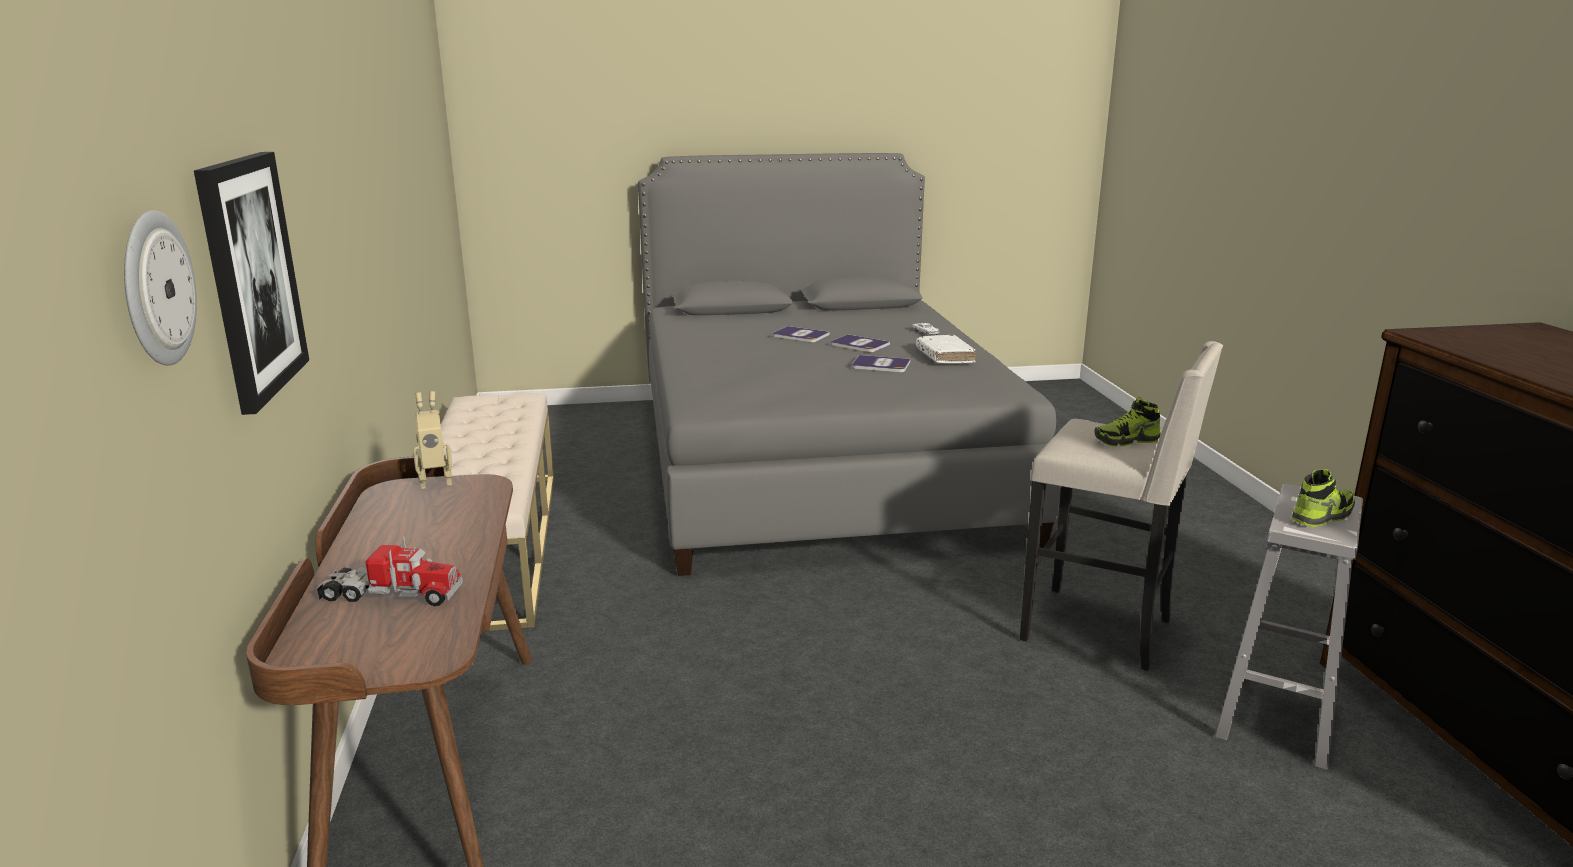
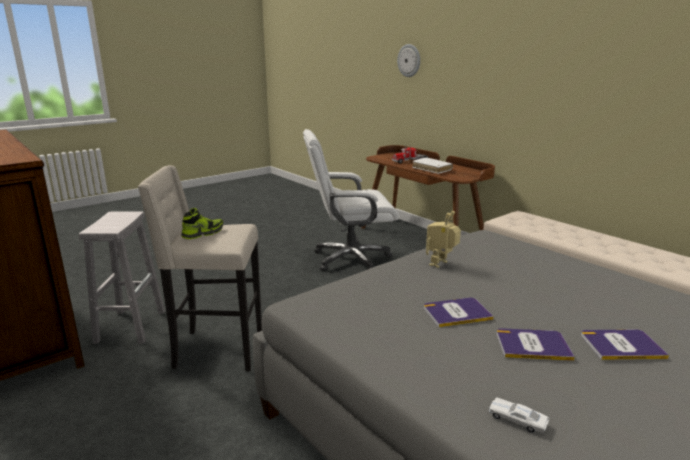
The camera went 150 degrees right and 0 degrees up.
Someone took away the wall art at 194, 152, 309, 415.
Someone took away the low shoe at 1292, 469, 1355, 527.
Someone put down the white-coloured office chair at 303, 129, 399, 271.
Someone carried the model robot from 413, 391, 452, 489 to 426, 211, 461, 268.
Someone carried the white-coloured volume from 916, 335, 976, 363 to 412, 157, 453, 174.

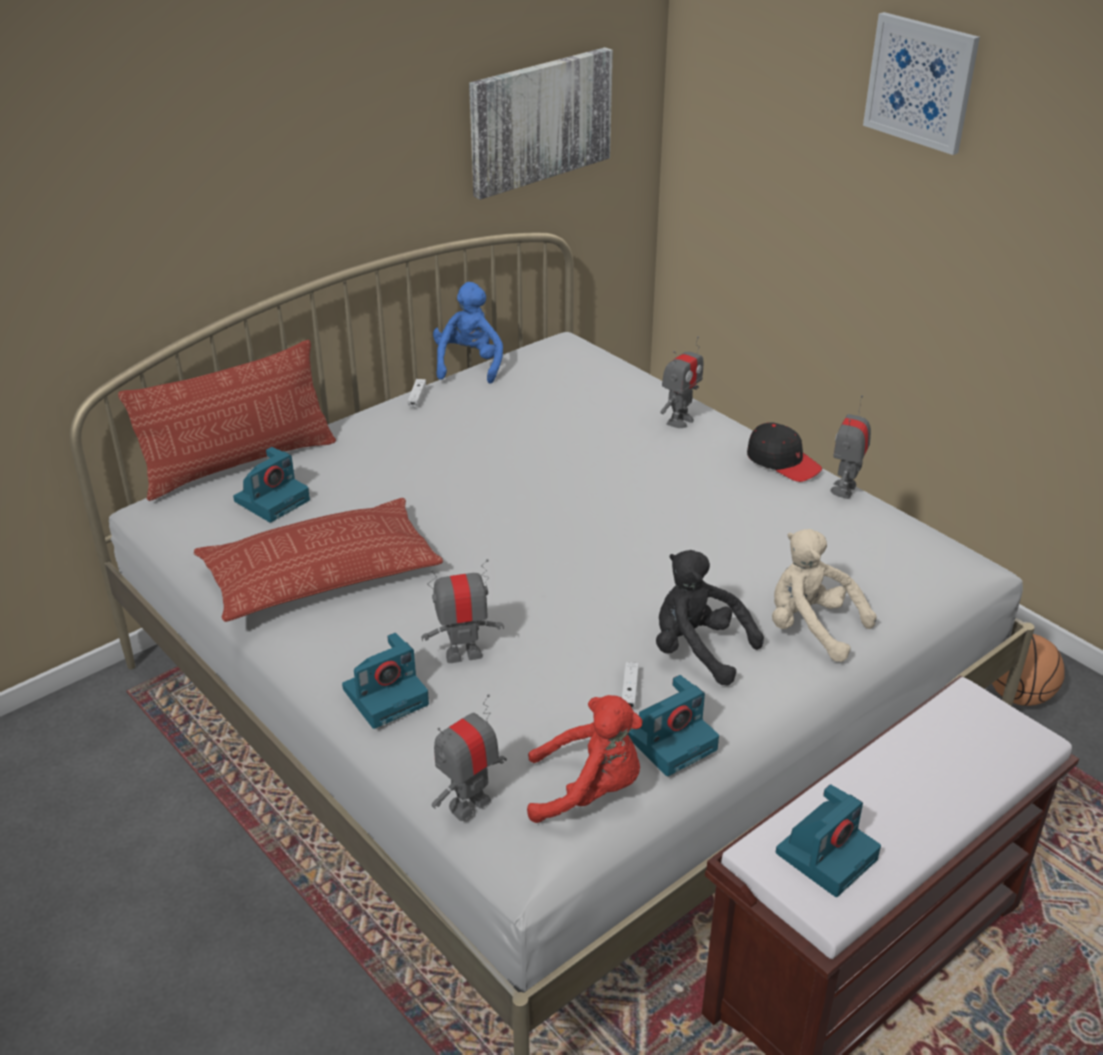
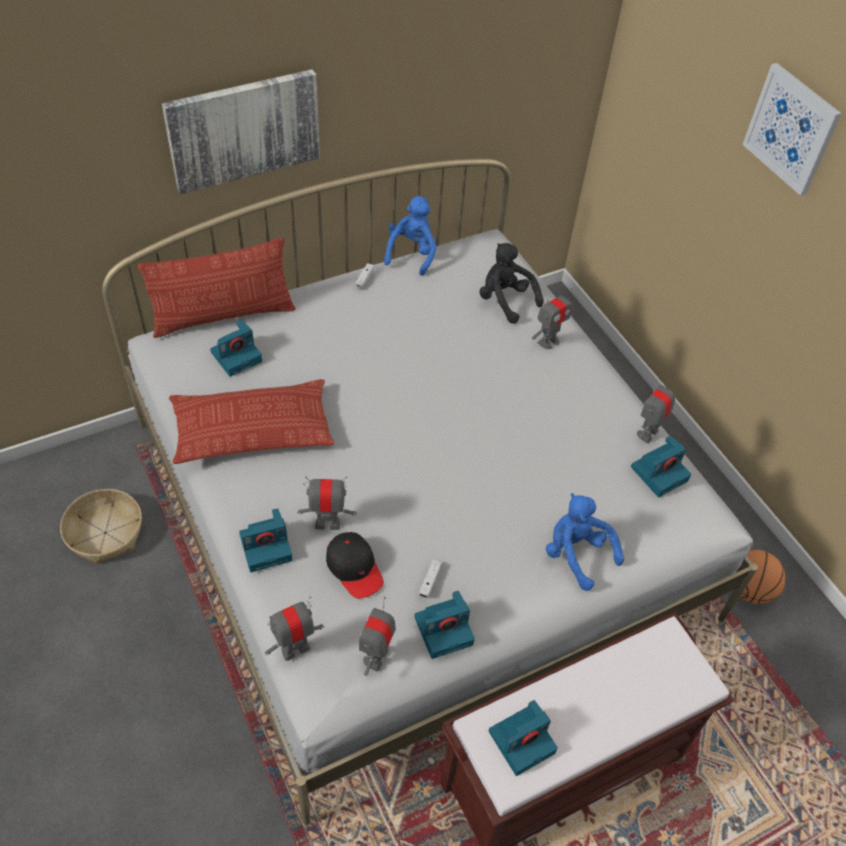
The camera went 10 degrees right and 15 degrees up.
Someone put down the household basket at 60, 489, 142, 564.
Someone put down the still camera at 631, 436, 691, 497.
Someone carried the wall art from 469, 47, 613, 200 to 162, 69, 320, 194.
Someone carried the black-coloured cuddly toy from 656, 550, 764, 685 to 479, 243, 544, 324.
Someone carried the black-coloured baseball cap from 747, 422, 822, 482 to 326, 532, 384, 599.
Someone swapped the red cuddly toy at 527, 695, 642, 823 for the model robot at 359, 597, 396, 676.
Someone repainted the beige cuddly toy at 772, 529, 877, 662, which became the bluish cuddly toy at 546, 493, 624, 591.

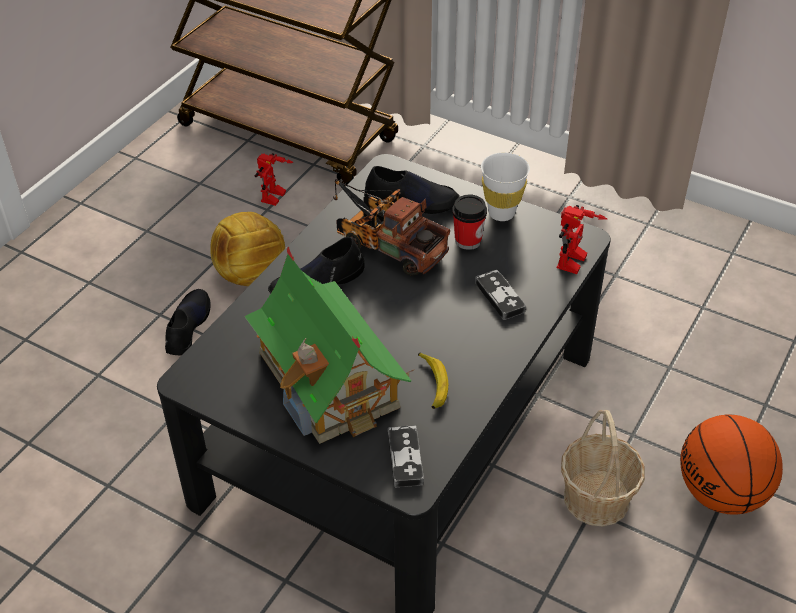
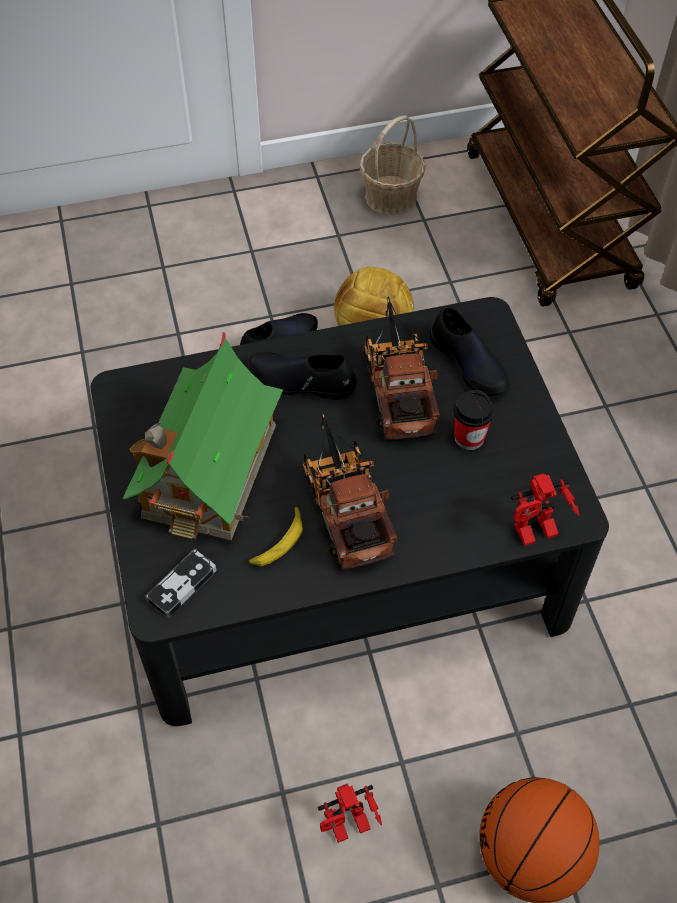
The camera went 45 degrees right and 10 degrees up.
Someone took away the game controller at 475, 270, 526, 320.
Someone took away the white-coloured drinking cup at 481, 152, 530, 221.
Someone put down the toy truck at 303, 411, 397, 569.
Someone carried the model robot from 255, 153, 294, 206 to 318, 783, 382, 843.
Someone carried the household basket from 561, 410, 645, 527 to 359, 115, 426, 215.

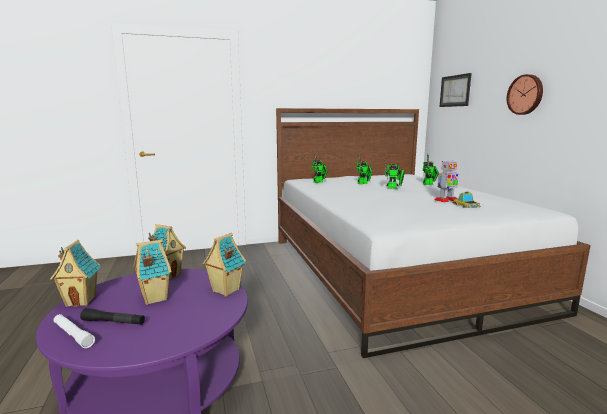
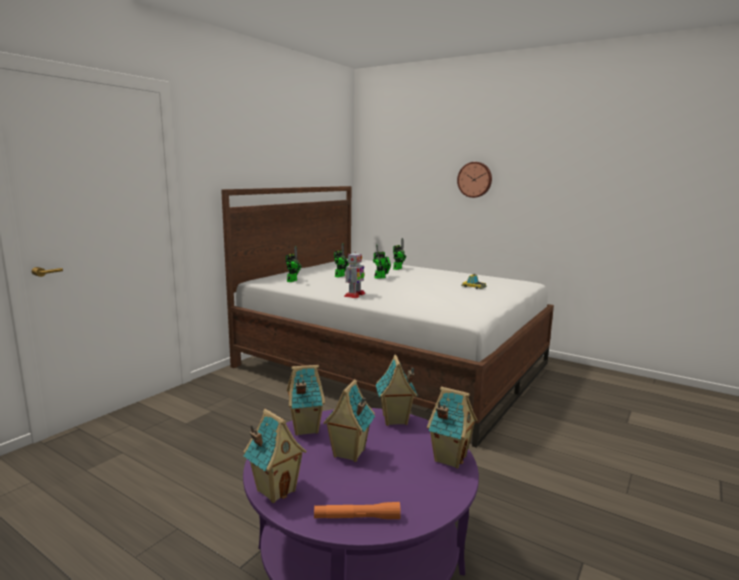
The camera went 40 degrees left and 0 degrees up.
Someone took away the black-coloured hand torch at 80, 308, 145, 325.
Someone took away the wall art at 440, 73, 472, 107.
Someone put down the toy house at 427, 387, 477, 469.
Someone carried the model robot from 435, 160, 459, 202 to 344, 252, 366, 298.
Someone repainted the white-coloured hand torch at 53, 314, 95, 348, which became the orange hand torch at 314, 502, 401, 519.

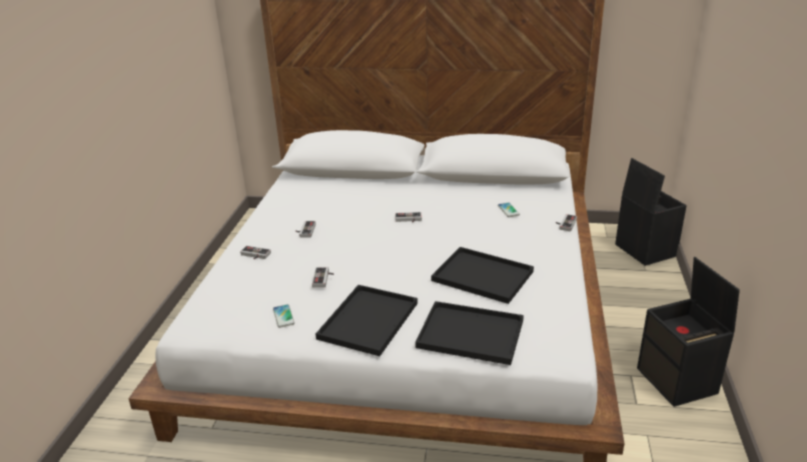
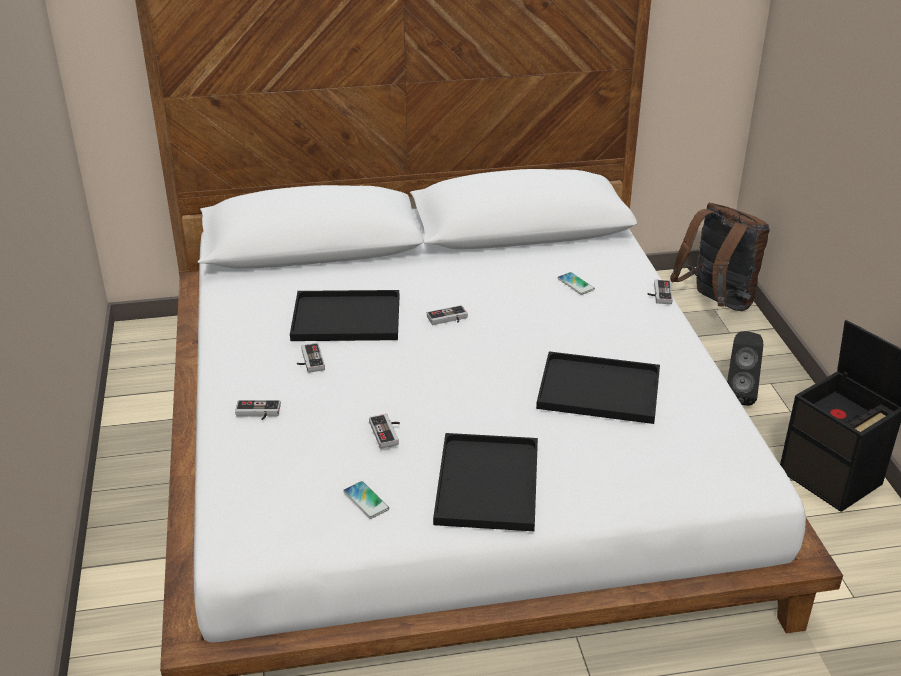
The camera went 20 degrees left and 5 degrees up.
Someone put down the black-coloured audio speaker at 727, 331, 763, 406.
Someone carried the black-coloured carrying tray from 415, 301, 524, 365 to 290, 290, 399, 341.
Someone swapped the black-coloured storage bin at 615, 158, 687, 266 for the brown-coloured rucksack at 670, 203, 770, 311.

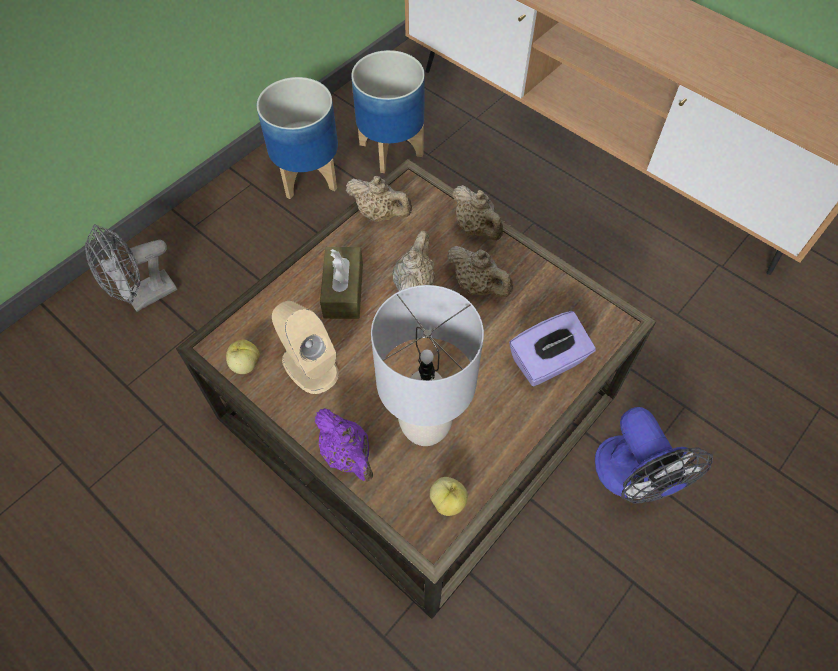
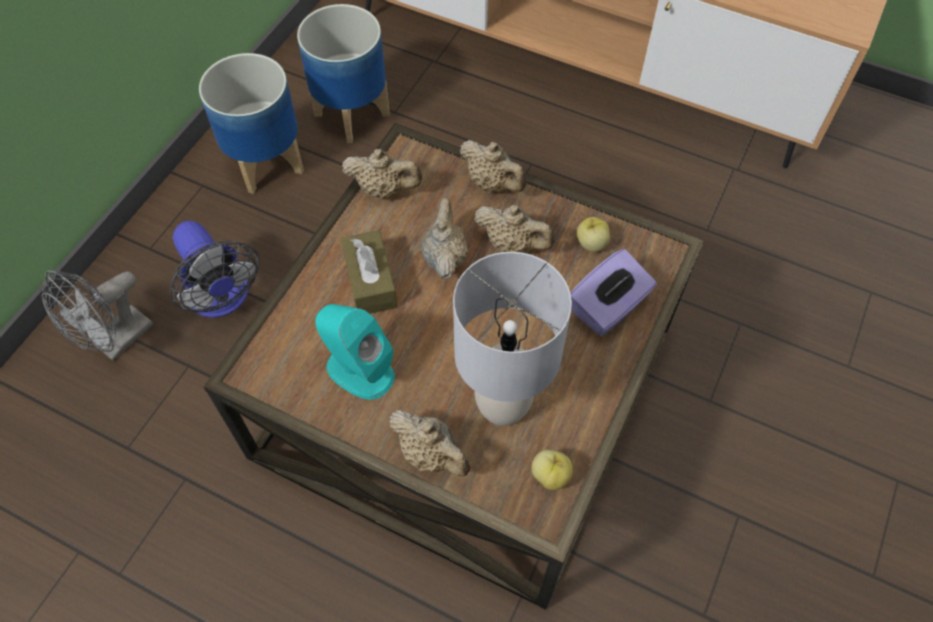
The camera went 15 degrees left and 0 degrees up.
Someone carried the apple from 226, 340, 260, 374 to 577, 217, 610, 252.
Someone carried the cooling fan from 595, 407, 713, 504 to 170, 221, 260, 318.
Someone repainted the beige audio speaker at 272, 301, 339, 394, which became the blue-green audio speaker at 315, 304, 395, 400.
Someone repainted the purple teapot at 315, 408, 373, 482, which became the beige teapot at 389, 410, 470, 476.

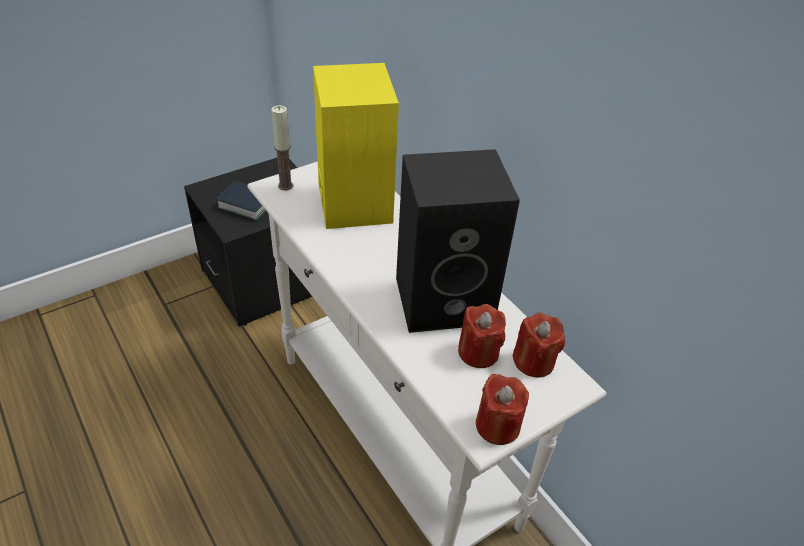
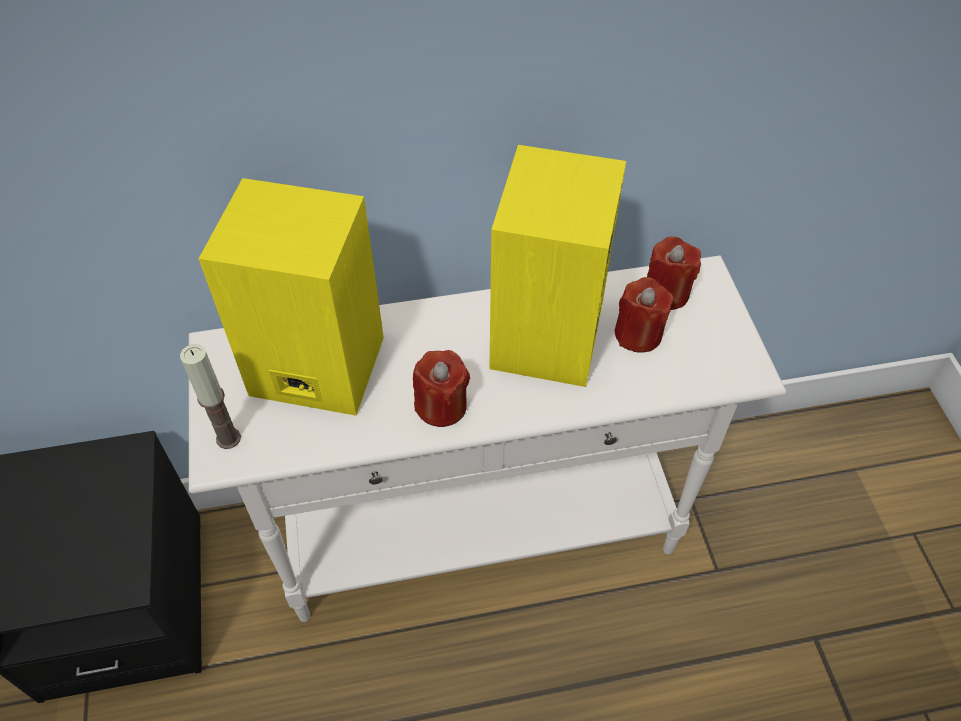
The camera went 65 degrees left and 10 degrees up.
Someone took away the volume at 216, 181, 267, 221.
Someone carried the red candle from 476, 374, 529, 445 to 413, 350, 470, 427.
Someone repainted the black-coloured audio speaker at 396, 149, 520, 333, which became the yellow-coloured audio speaker at 489, 145, 626, 387.

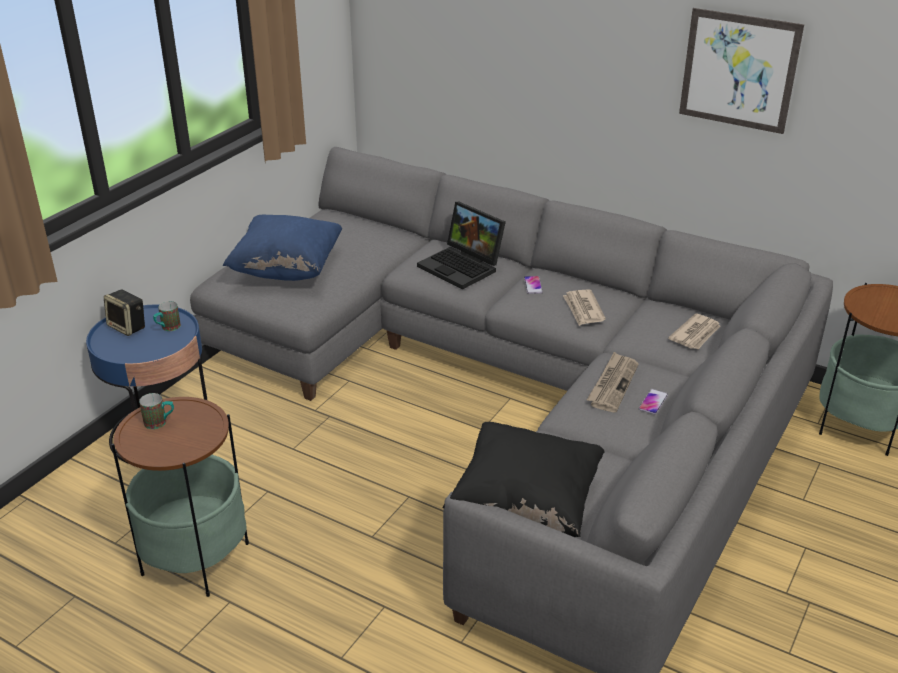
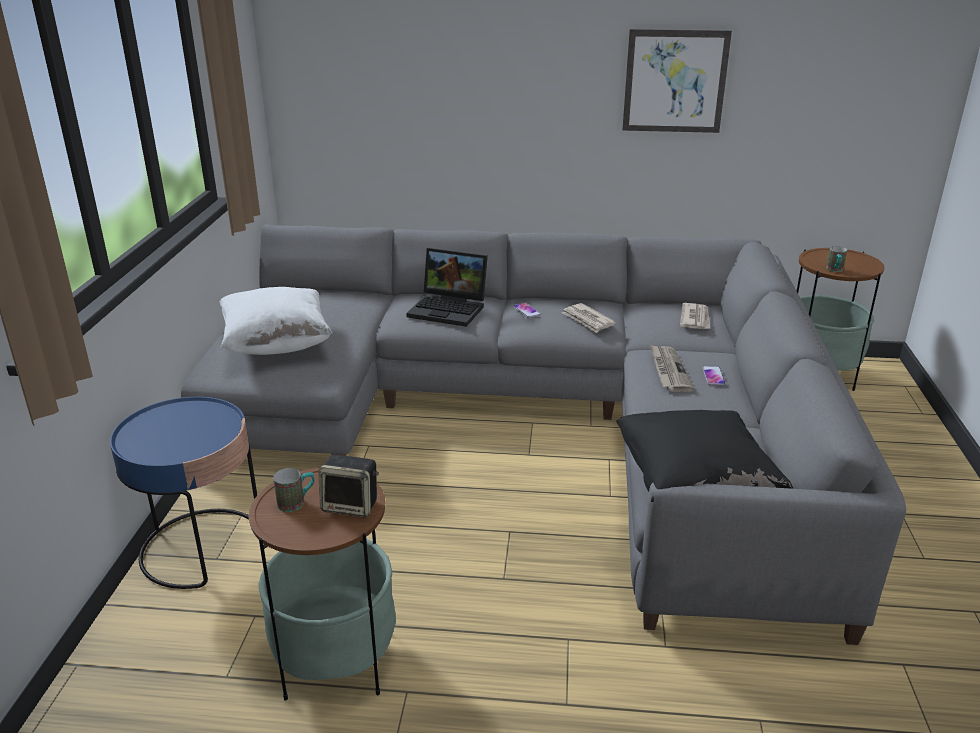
The camera went 25 degrees left and 5 degrees down.
Someone carried the audio speaker from 104, 290, 145, 336 to 318, 454, 379, 517.
Someone carried the coffee mug from 153, 301, 181, 331 to 826, 246, 847, 272.
Someone repainted the bluish cushion at 223, 215, 342, 281, which became the white-coloured cushion at 220, 287, 332, 355.

